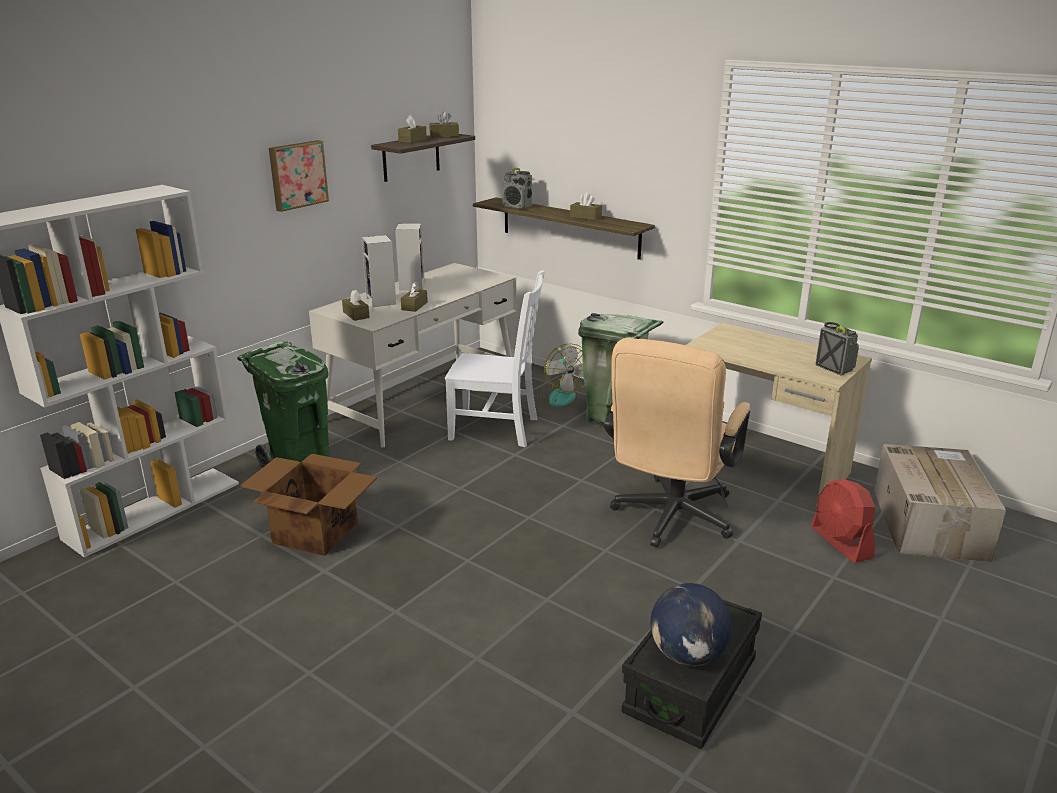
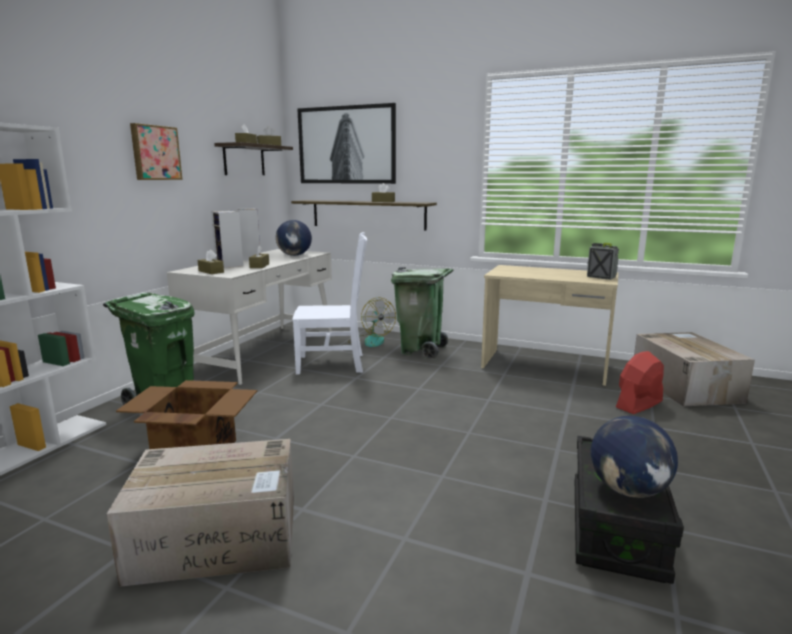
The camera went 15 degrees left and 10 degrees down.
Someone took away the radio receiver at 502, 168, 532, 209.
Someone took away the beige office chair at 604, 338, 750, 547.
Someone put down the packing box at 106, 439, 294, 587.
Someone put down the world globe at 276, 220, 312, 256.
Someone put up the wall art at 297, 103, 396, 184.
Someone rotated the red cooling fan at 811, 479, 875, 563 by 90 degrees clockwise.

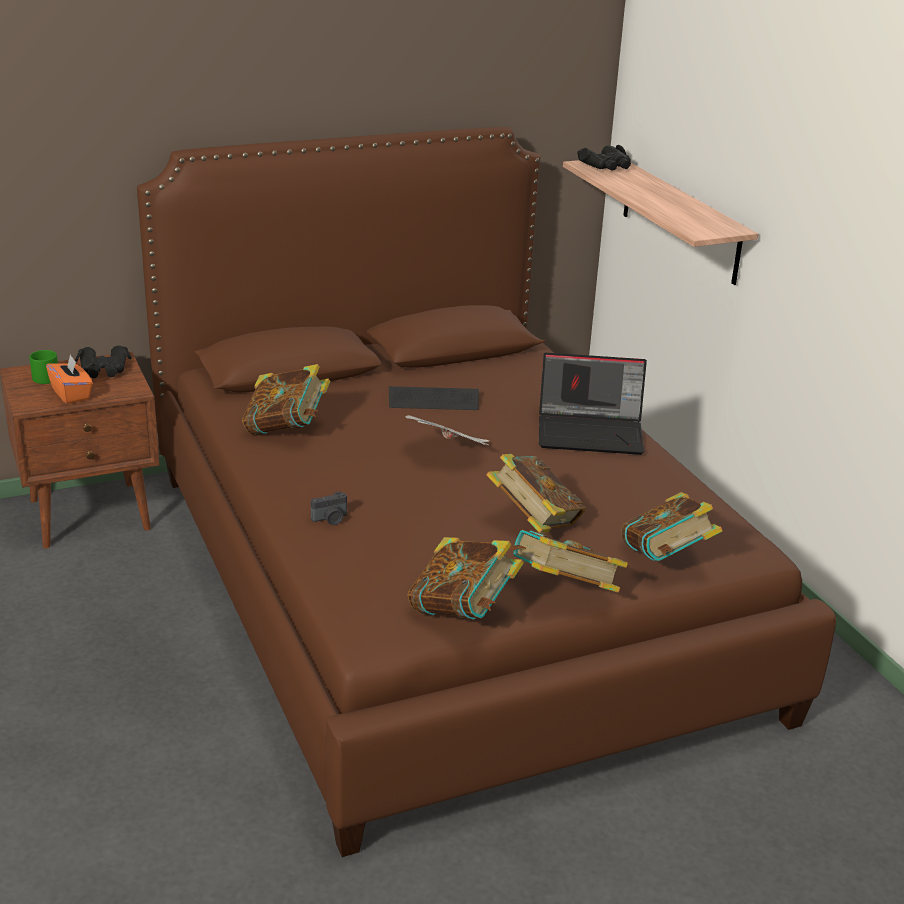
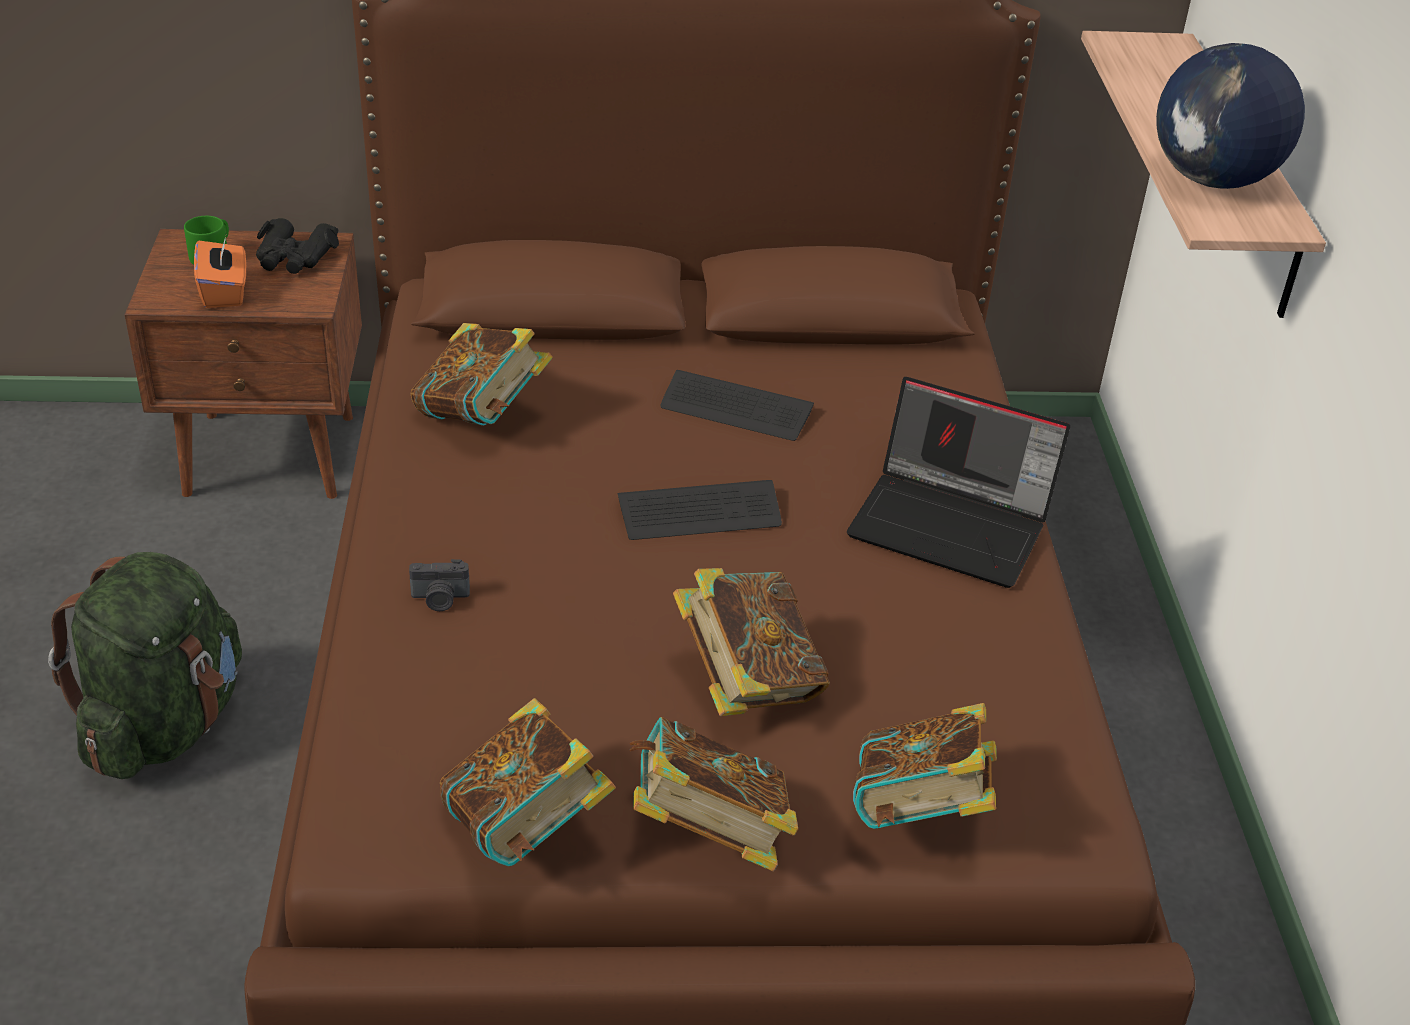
The camera went 20 degrees right and 10 degrees up.
Someone took away the black-coloured field glasses at 577, 145, 631, 171.
Someone put down the green-coloured rucksack at 48, 552, 242, 779.
Someone put down the world globe at 1156, 43, 1305, 189.
Someone swapped the newspaper at 406, 415, 489, 445 for the keyboard at 618, 480, 782, 540.

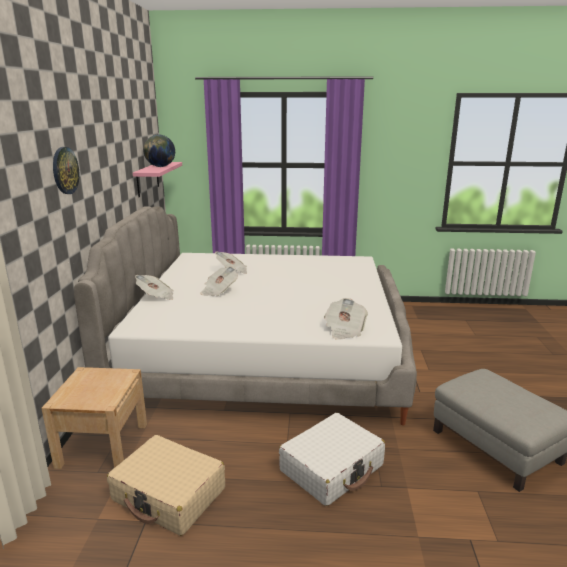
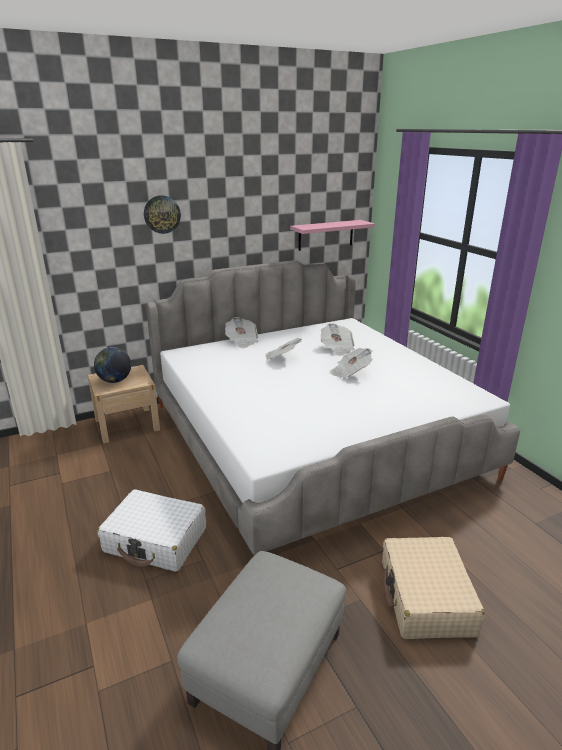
The camera went 60 degrees right and 5 degrees up.
Someone carried the beige piece of luggage from 107, 435, 225, 536 to 382, 537, 485, 639.
Someone carried the world globe from 143, 135, 175, 167 to 94, 347, 131, 383.
Someone carried the newspaper from 324, 298, 368, 340 to 330, 348, 373, 379.

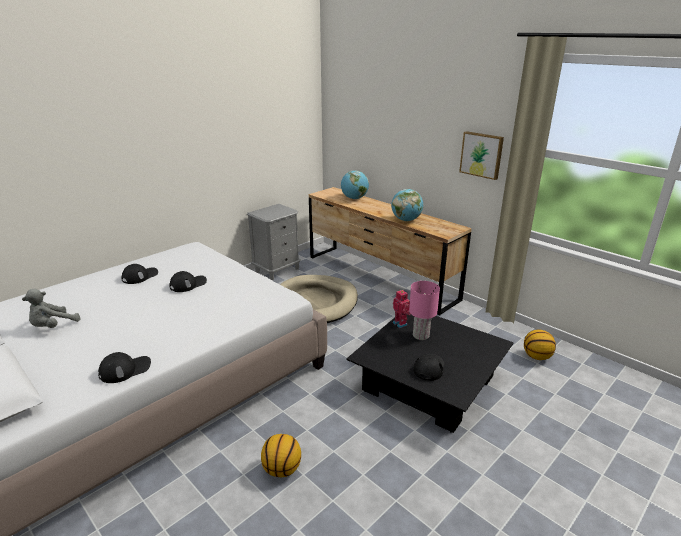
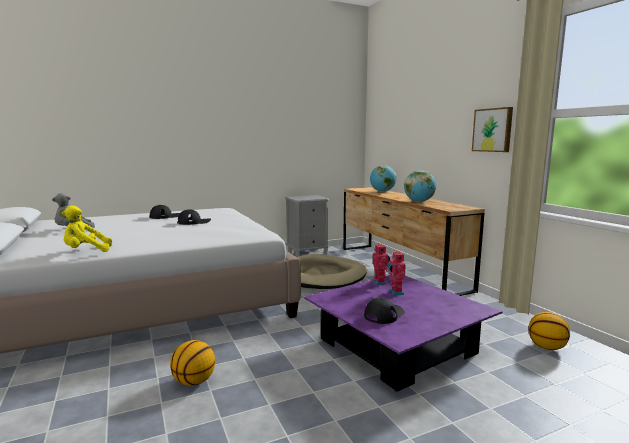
The camera went 20 degrees right and 15 degrees down.
Someone swapped the black-coloured baseball cap at 98, 352, 151, 383 for the yellow-coloured cuddly toy at 62, 206, 112, 252.
Someone swapped the pink lamp for a table at 409, 281, 440, 340 for the model robot at 387, 251, 406, 295.
Someone repainted the black-coloured low table at 346, 314, 514, 433, which became the purple low table at 304, 276, 502, 392.

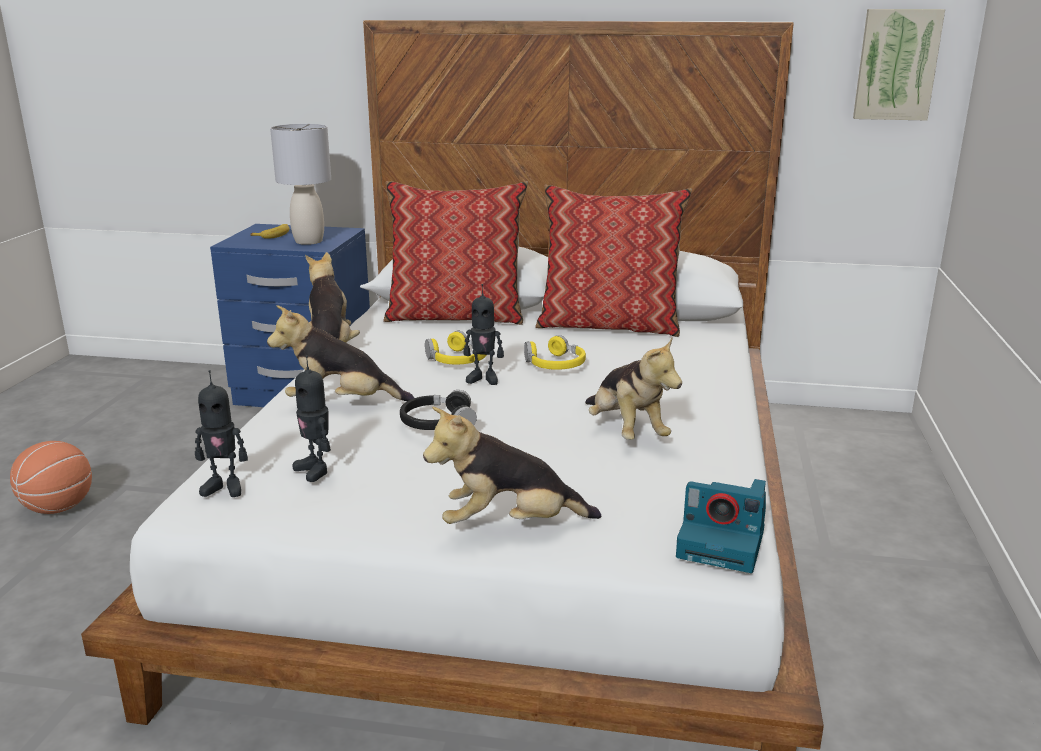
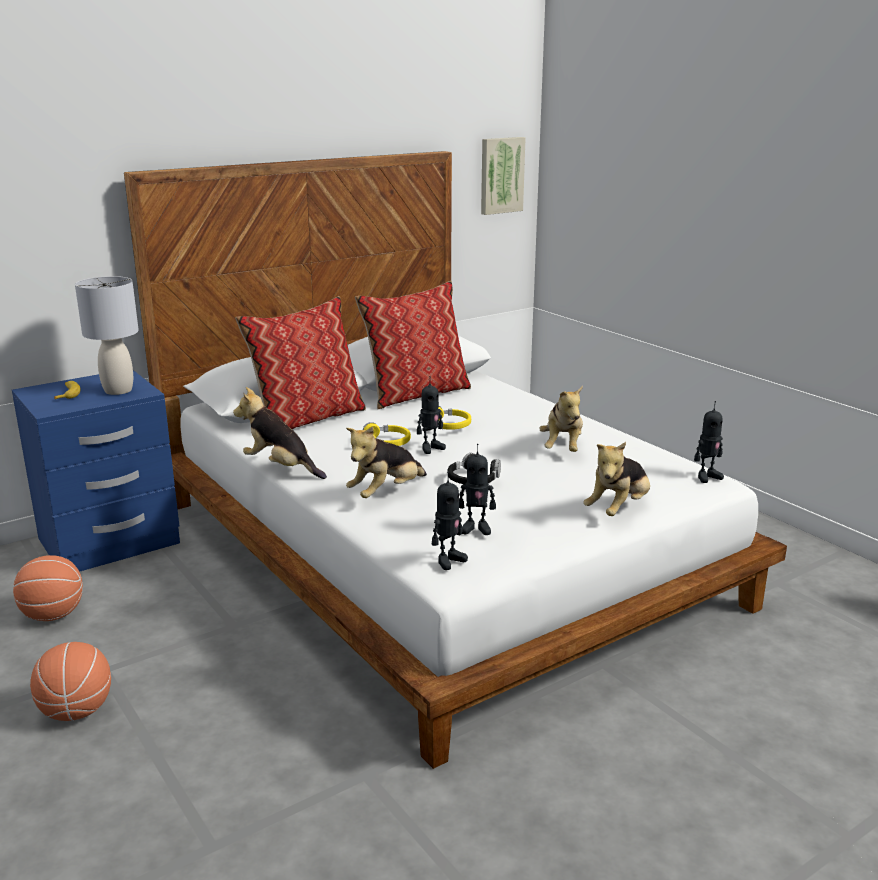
The camera went 45 degrees left and 0 degrees up.
Someone put down the basketball at 13, 555, 83, 621.
Someone swapped the still camera at 676, 479, 766, 573 for the model robot at 694, 401, 724, 483.
Someone rotated the cuddly toy at 585, 337, 682, 440 by 75 degrees clockwise.

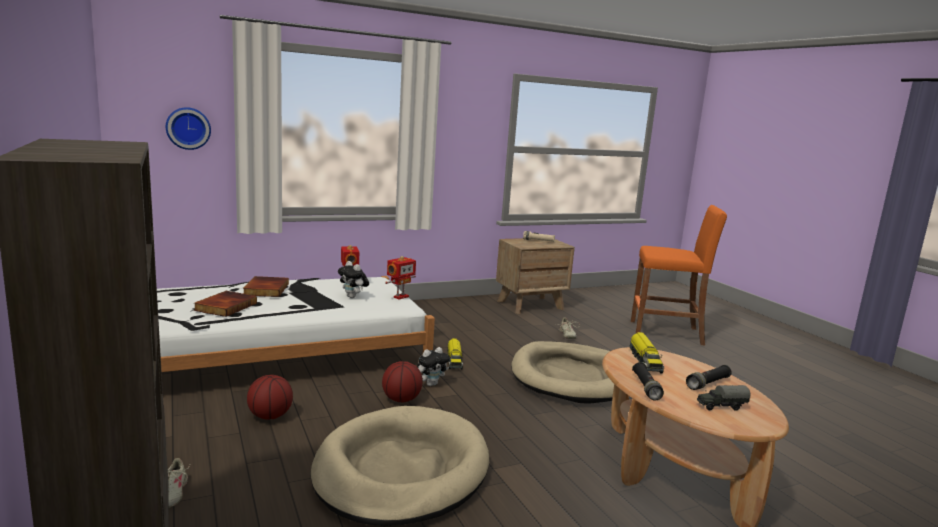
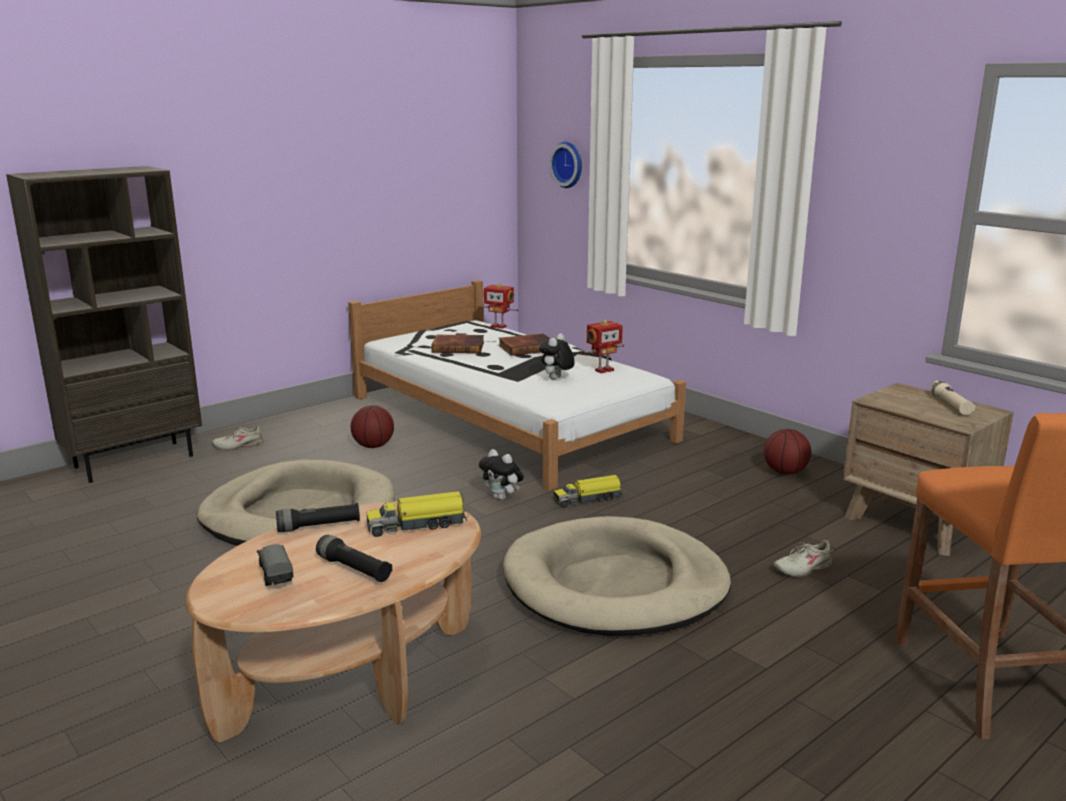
The camera went 75 degrees right and 5 degrees up.
Someone carried the basketball from 382, 361, 423, 402 to 764, 429, 811, 475.
Someone carried the model robot from 385, 256, 416, 300 to 480, 283, 518, 329.

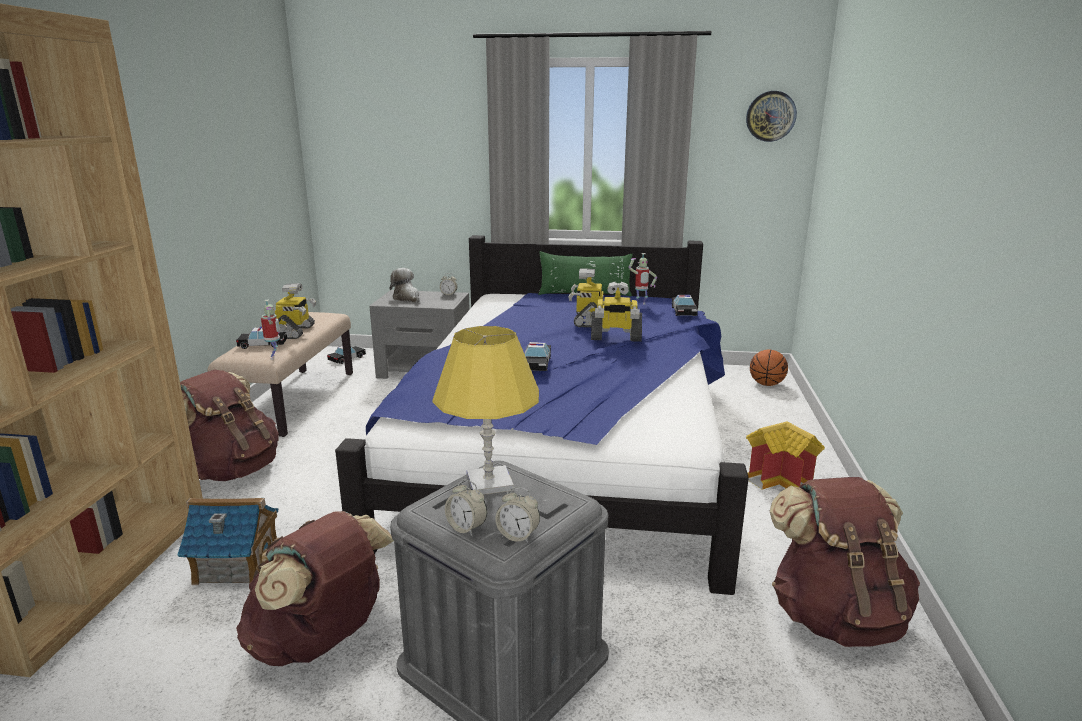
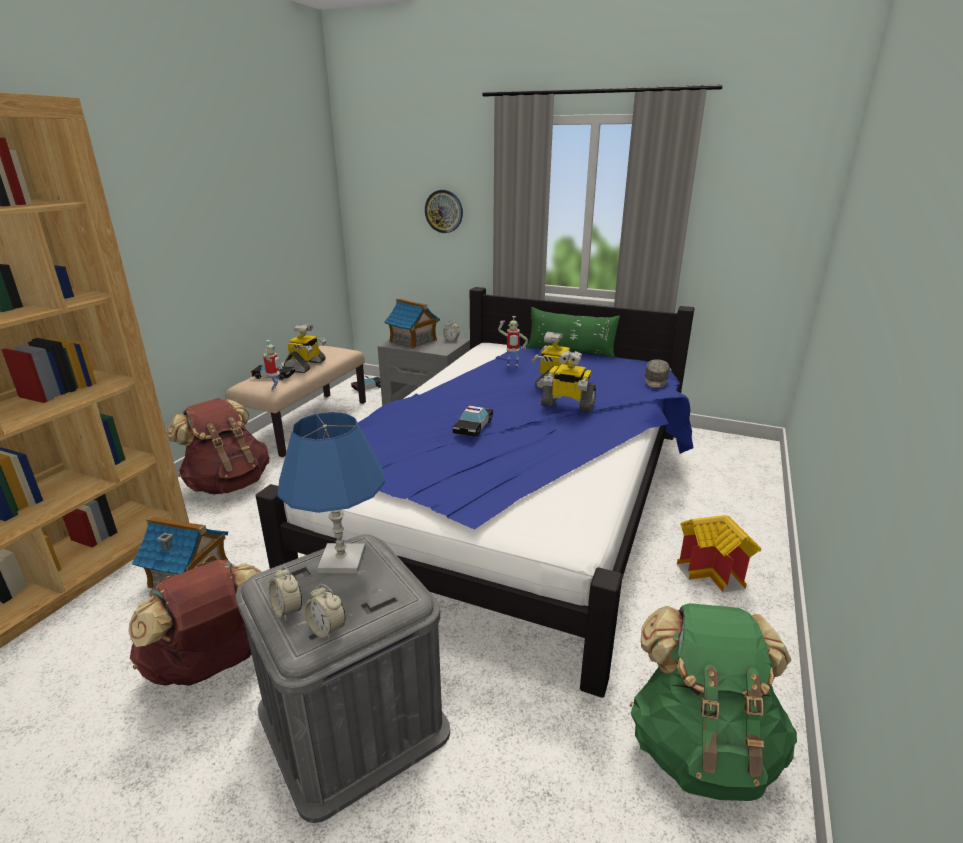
The camera went 15 degrees right and 5 degrees up.
Someone took away the basketball at 750, 349, 788, 386.
Someone carried the model robot from 628, 253, 657, 305 to 498, 316, 528, 366.
Someone carried the hanging clock from 746, 91, 797, 142 to 425, 190, 463, 233.
Someone swapped the cuddly toy at 389, 268, 420, 303 for the toy house at 384, 298, 440, 349.
Someone swapped the model car at 672, 295, 698, 316 for the grey baseball cap at 645, 359, 669, 388.
Someone repainted the yellow-coloured lamp for a table at 433, 326, 539, 495, which became the bluish lamp for a table at 278, 412, 385, 574.
Someone repainted the brown-coloured rucksack at 770, 477, 920, 647, which became the green-coloured rucksack at 630, 603, 797, 801.

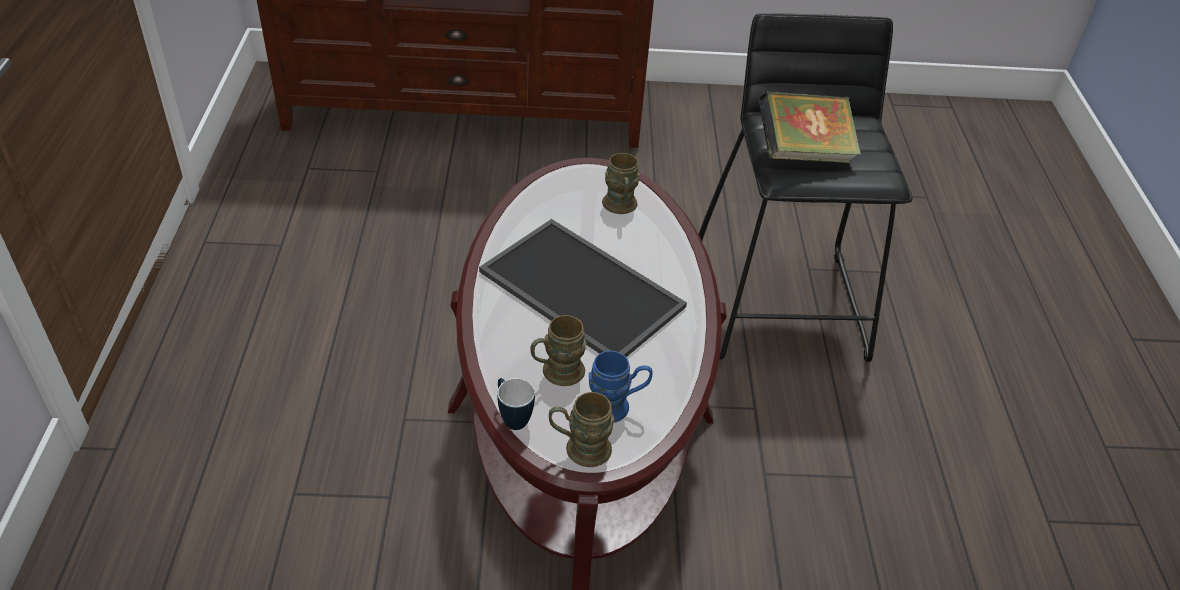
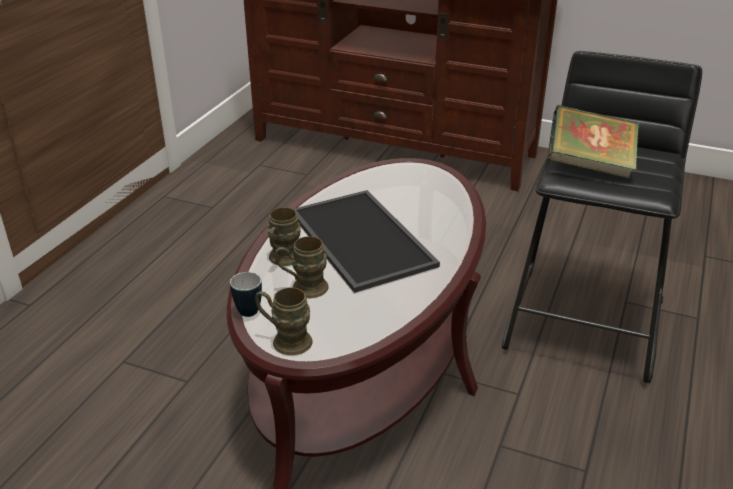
The camera went 25 degrees right and 10 degrees down.
Someone took away the bluish coffee mug at 589, 351, 652, 423.
Someone carried the brown-coloured coffee mug from 602, 153, 640, 214 to 267, 207, 301, 266.

